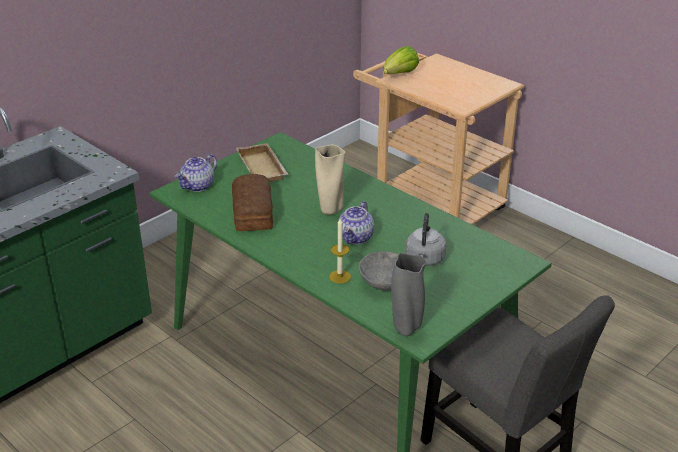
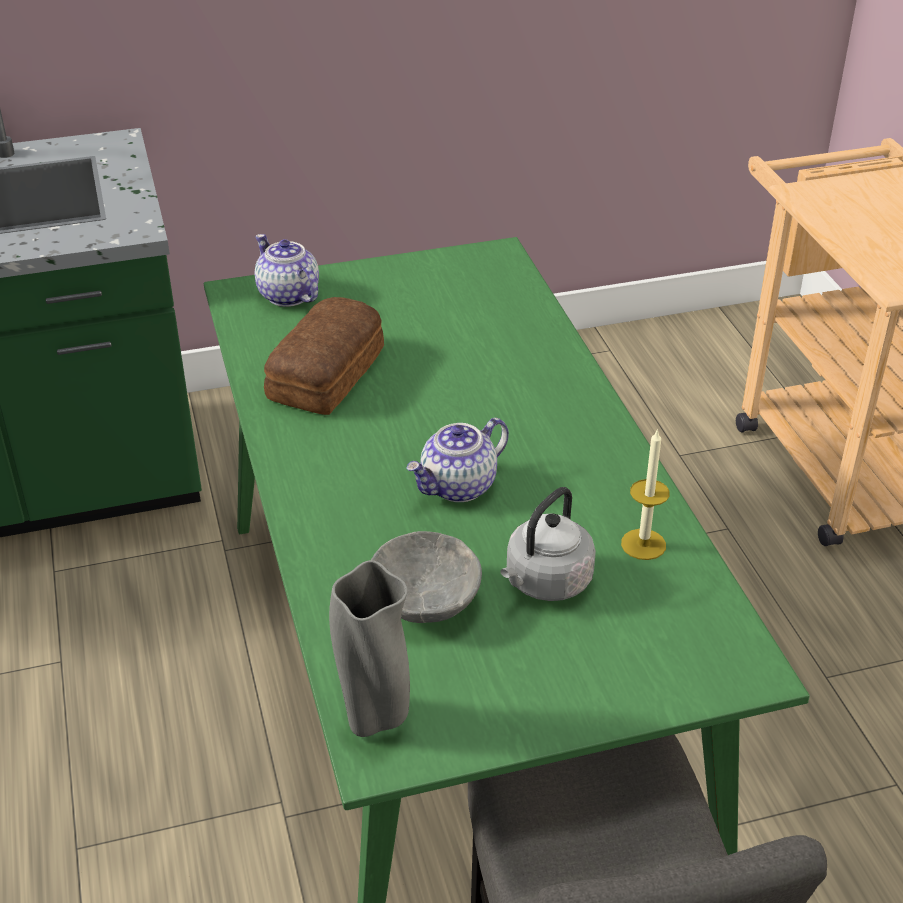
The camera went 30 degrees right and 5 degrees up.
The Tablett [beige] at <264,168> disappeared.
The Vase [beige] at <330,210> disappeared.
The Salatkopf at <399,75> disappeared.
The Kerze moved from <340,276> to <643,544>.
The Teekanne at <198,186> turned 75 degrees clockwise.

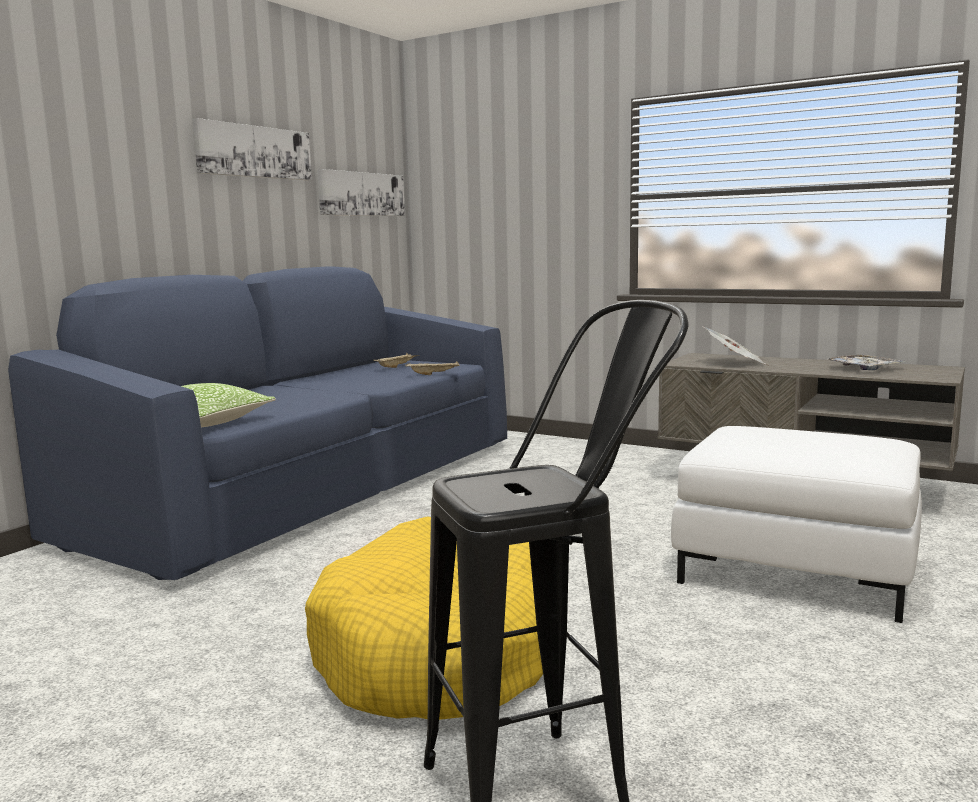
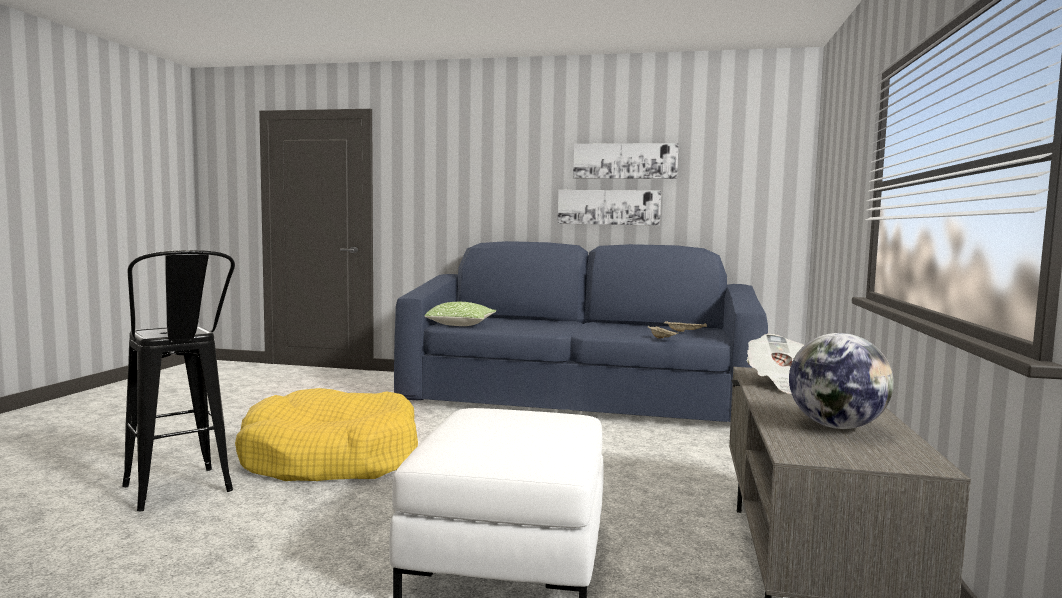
The camera went 70 degrees right and 5 degrees down.
The Bild moved from <361,194> to <608,207>.
The Tablett at <864,368> was replaced by the Globus at <836,426>.

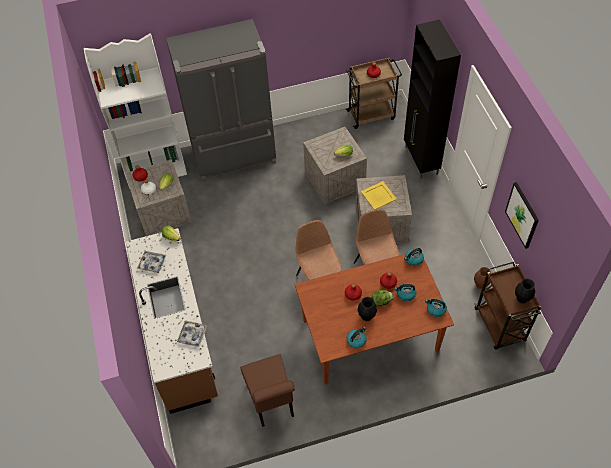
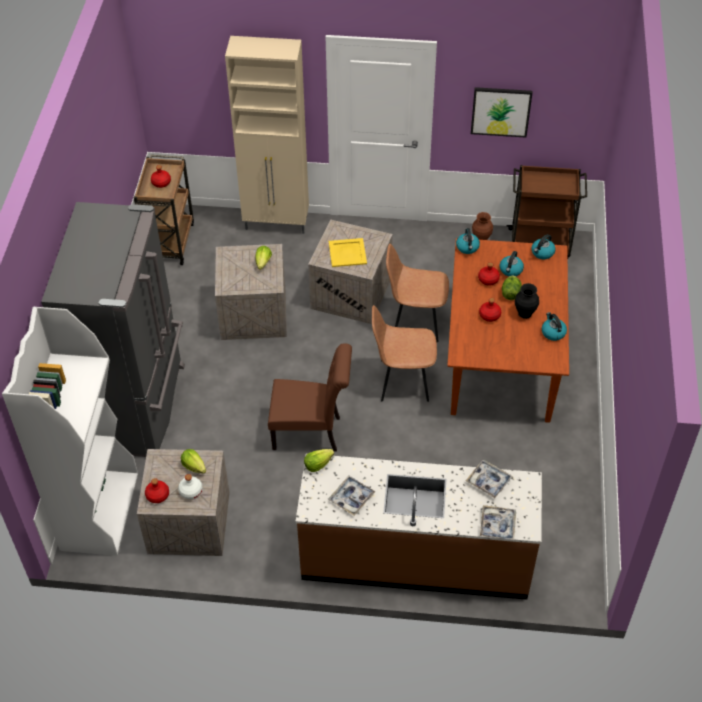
The camera went 70 degrees left and 5 degrees down.
The Vase [schwarz] at <522,298> disappeared.
The Tablett at <497,525> appeared.
The Stuhl [braun] moved from <272,402> to <311,433>.
The Schrank [schwarz] at <421,161> became the Schrank [beige] at <277,223>.

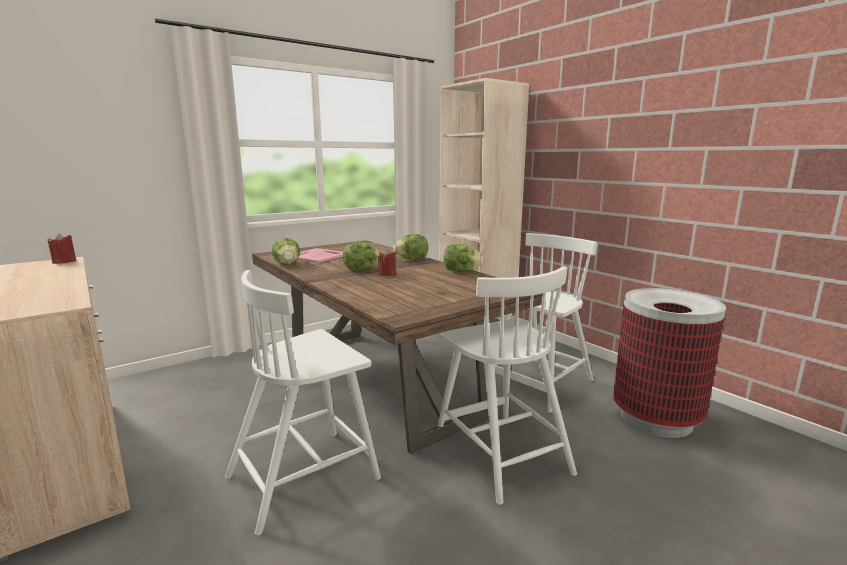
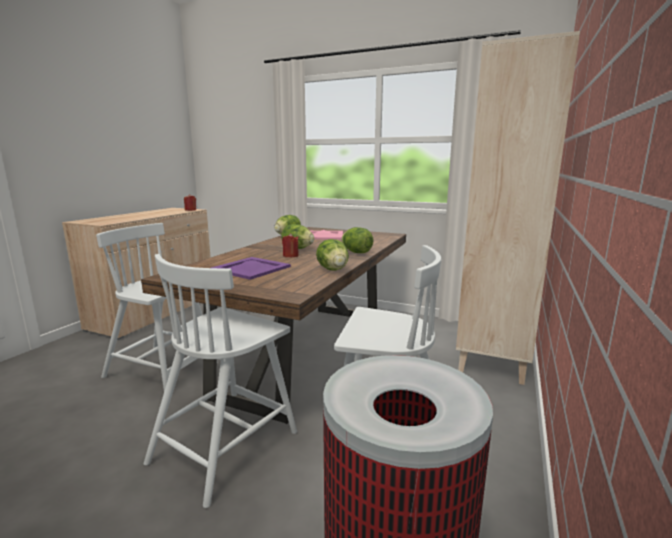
The camera went 60 degrees right and 0 degrees up.
The Tablett [lila] at <251,268> appeared.

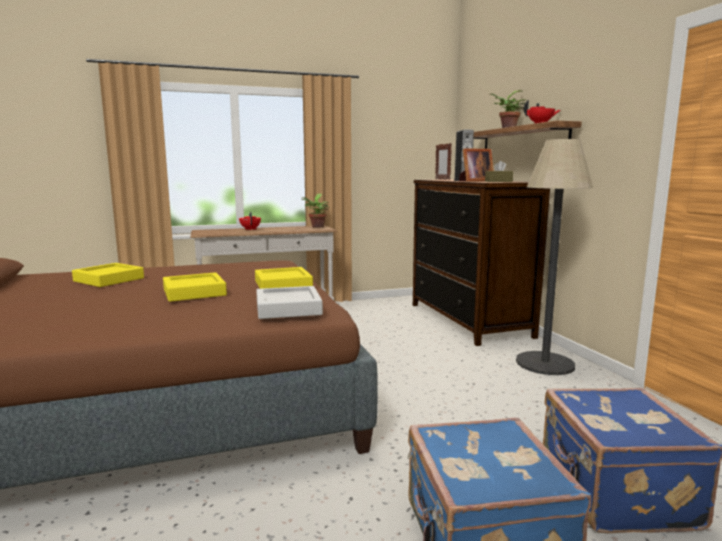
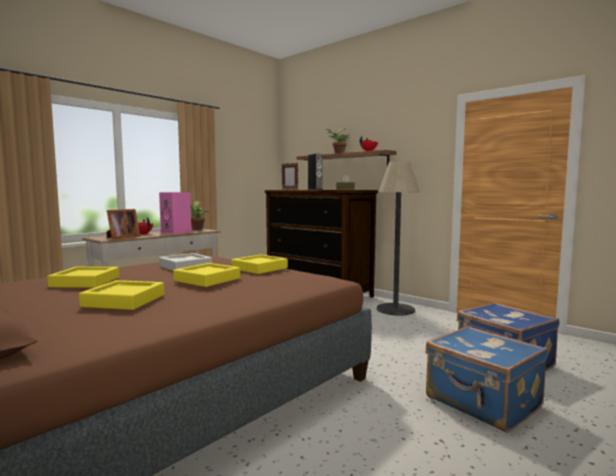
The camera went 30 degrees left and 5 degrees down.
The Tablett [gelb] at <124,300> appeared.
The Lautsprecher [rosa] at <177,232> appeared.
The Tablett [grau] moved from <288,308> to <185,266>.
The Bilderrahmen moved from <475,181> to <122,237>.

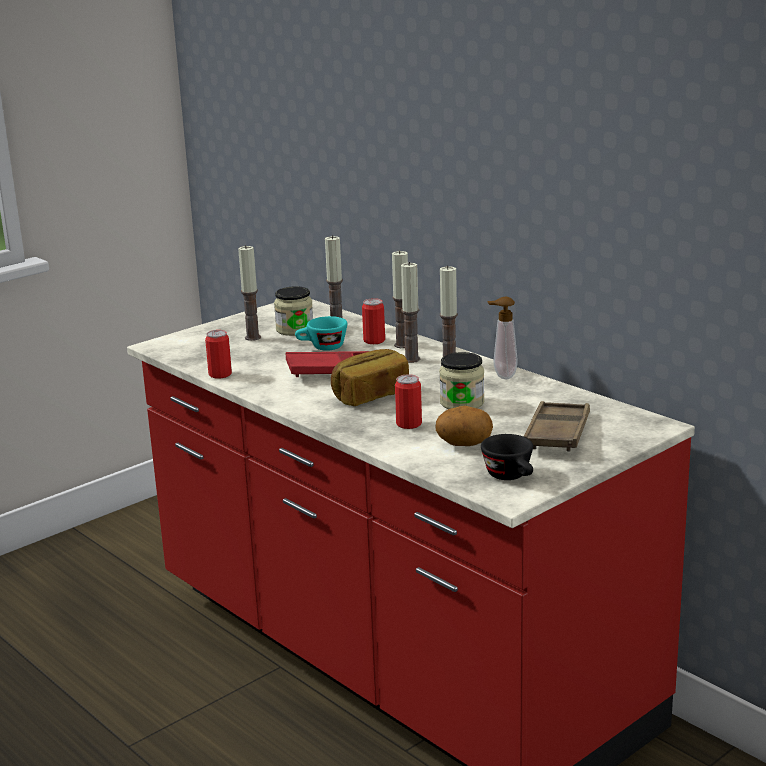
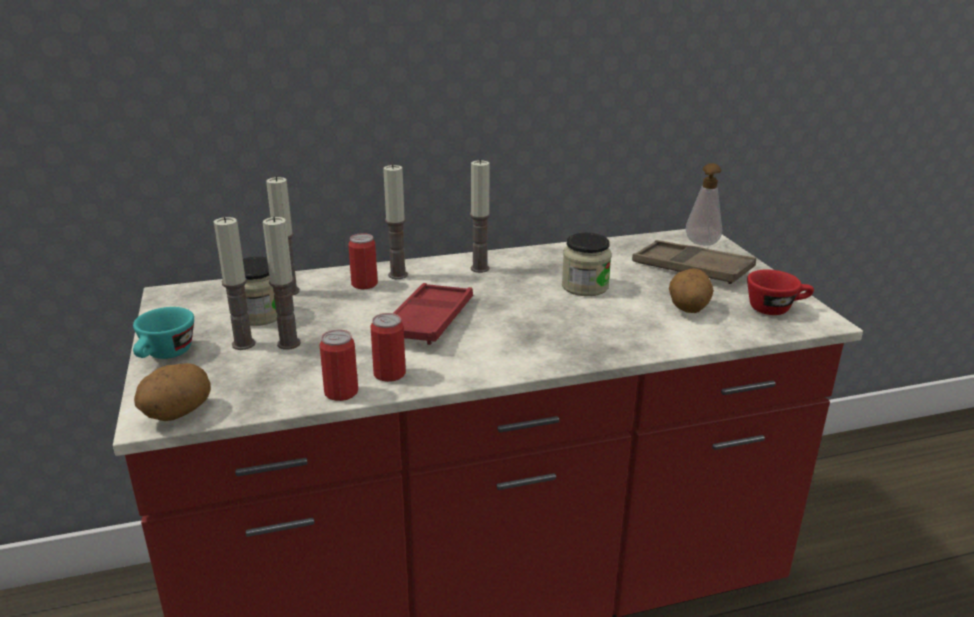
The camera went 65 degrees left and 5 degrees up.
The Brot at <370,395> disappeared.
The Kartoffel at <177,413> appeared.
The Tasse [türkis] moved from <322,348> to <165,355>.
The Dose moved from <409,424> to <389,374>.
The Kerze moved from <411,359> to <288,343>.
The Seifenspender moved from <502,376> to <701,244>.
The Tasse [schwarz] at <511,477> became the Tasse [rot] at <776,308>.

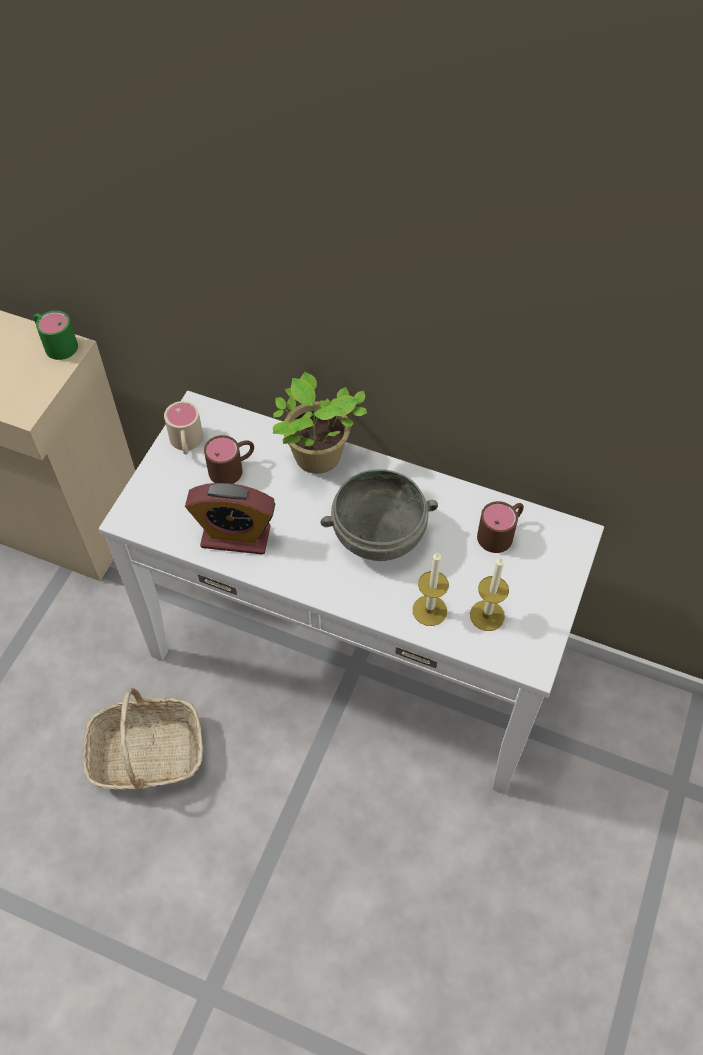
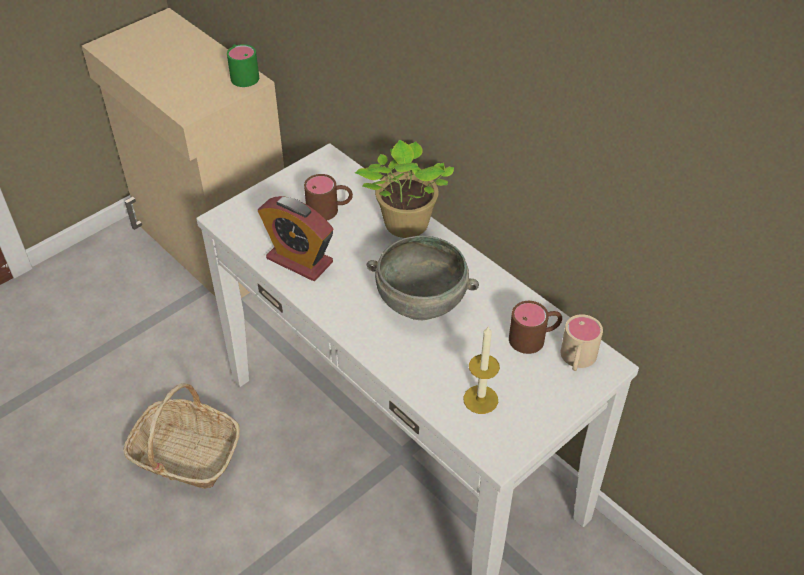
The camera went 25 degrees right and 10 degrees down.
The Kerze at <429,610> disappeared.
The Henkelbecher [beige] moved from <186,443> to <577,360>.

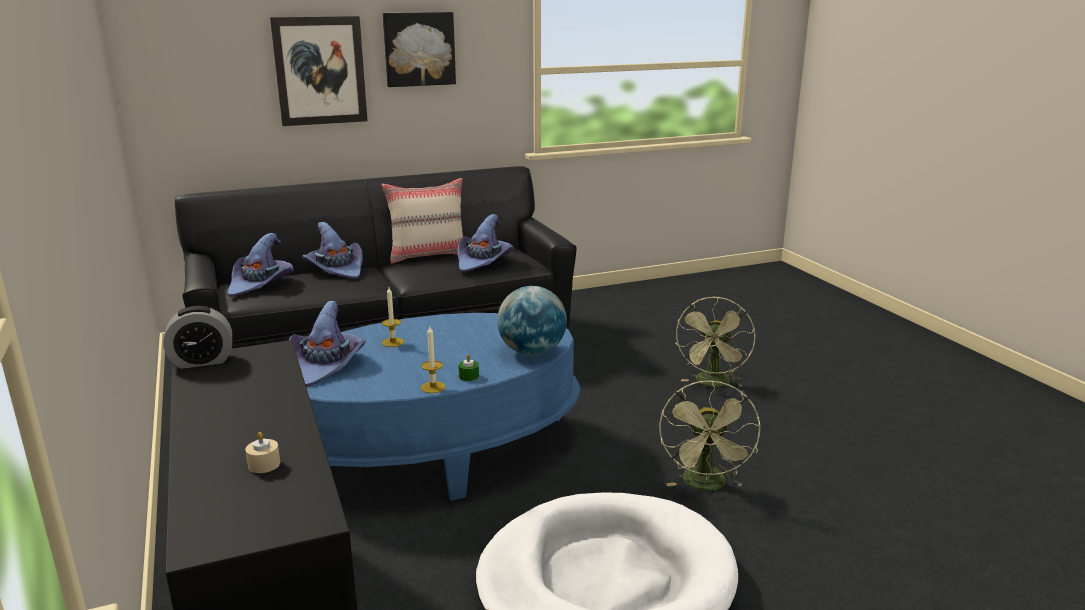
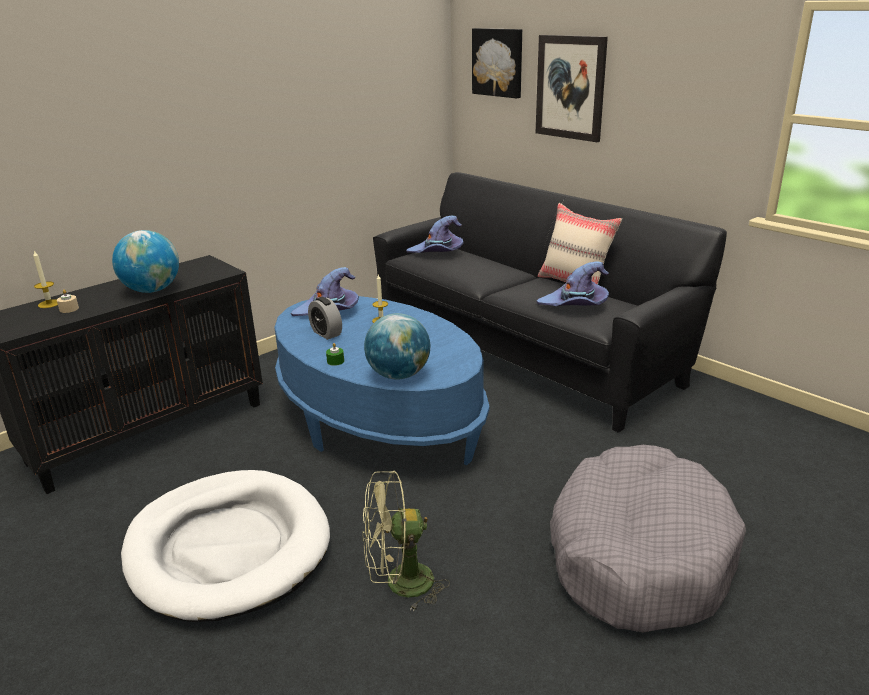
The camera went 70 degrees right and 5 degrees up.
The Hut [lila] at <336,269> disappeared.
The Globus at <152,290> appeared.
The Wecker moved from <202,361> to <326,333>.
The Bild moved from <419,49> to <498,62>.
The Kerze moved from <433,387> to <49,304>.
The Ventilator [grün] at <713,384> was replaced by the Hundebett [grau] at <638,554>.

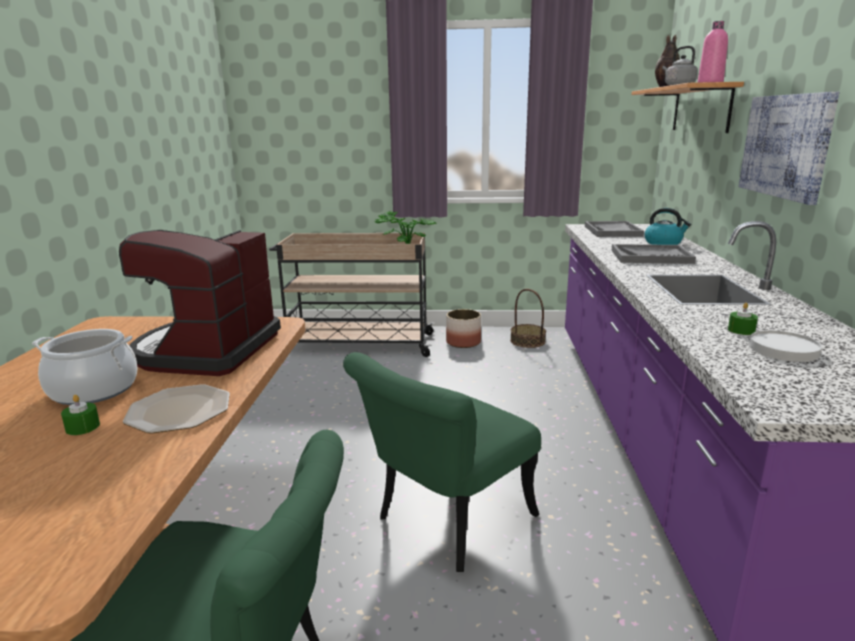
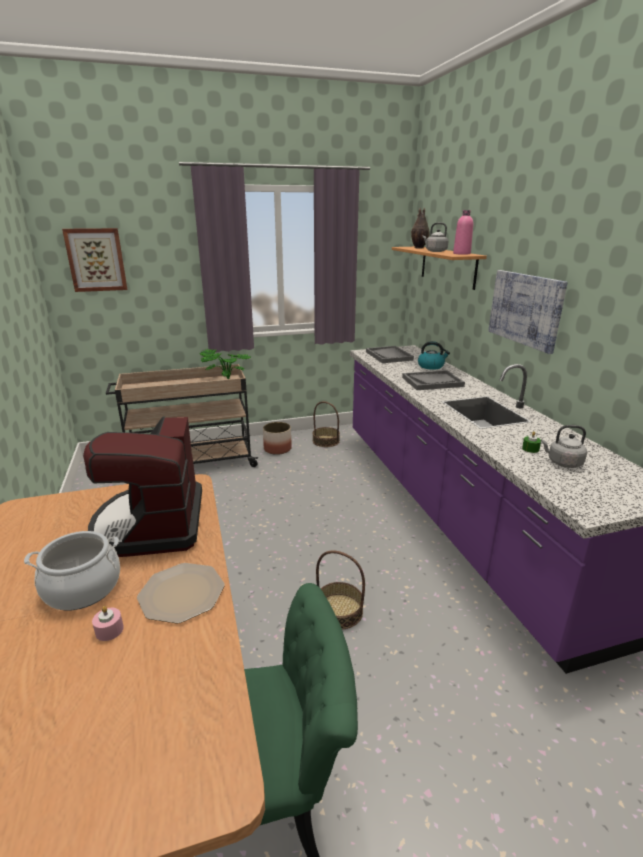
The camera went 20 degrees left and 5 degrees up.
The Bild at <96,260> appeared.
The Stuhl [grün] at <445,524> was replaced by the Korb at <339,611>.
The Teller [weiß] at <783,349> was replaced by the Wasserkessel [grau] at <562,463>.
The Kerze [grün] at <82,427> became the Kerze [rosa] at <109,630>.

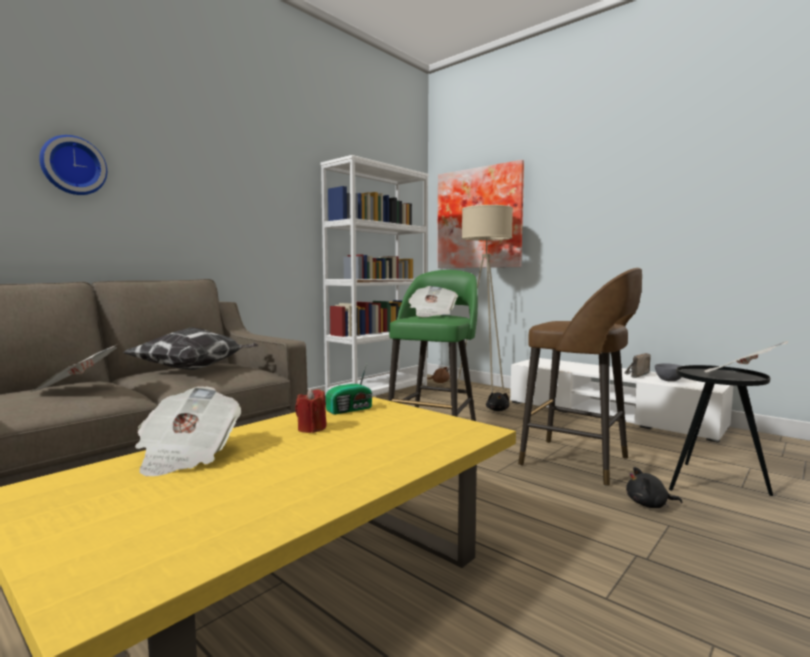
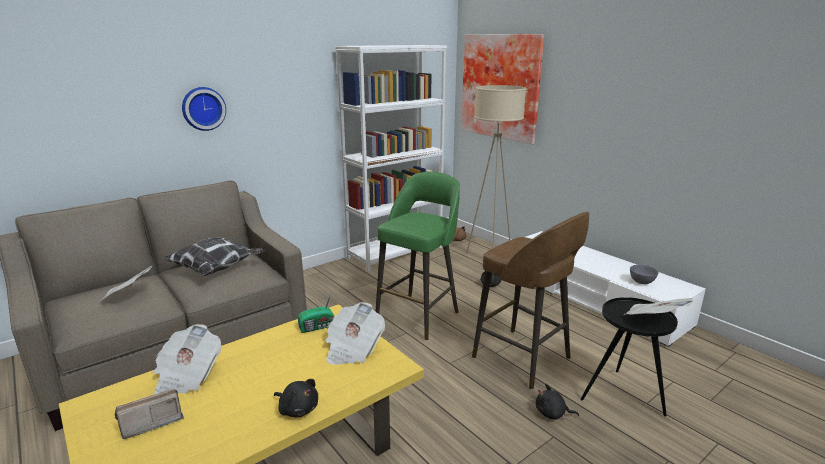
The camera went 10 degrees right and 15 degrees up.
The Kerze [rot] at <311,428> disappeared.
The Plüschtier [schwarz] at <297,409> appeared.
The Wanduhr moved from <73,166> to <203,108>.
The Zeitung moved from <431,315> to <353,348>.
The Radio moved from <634,375> to <150,423>.

